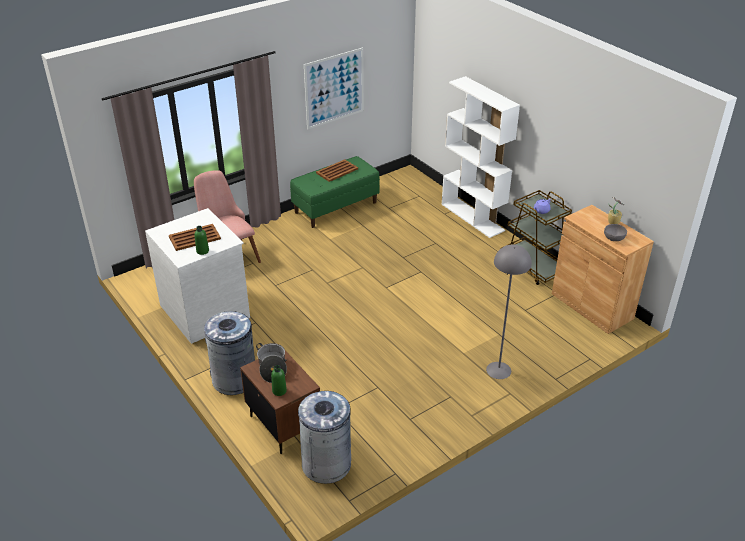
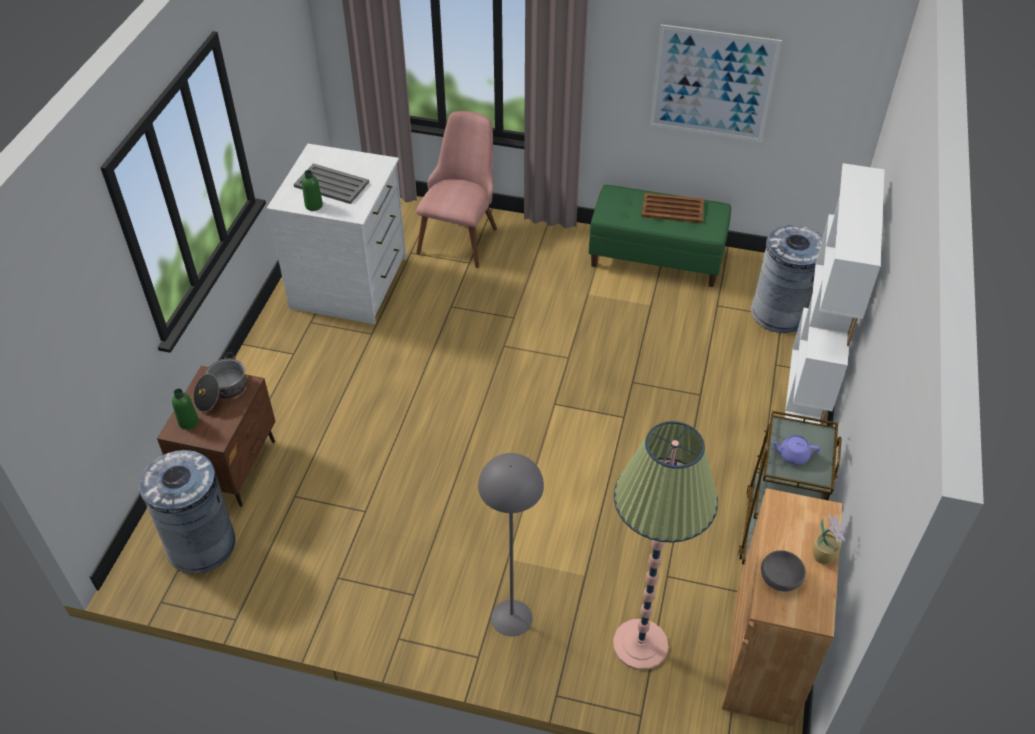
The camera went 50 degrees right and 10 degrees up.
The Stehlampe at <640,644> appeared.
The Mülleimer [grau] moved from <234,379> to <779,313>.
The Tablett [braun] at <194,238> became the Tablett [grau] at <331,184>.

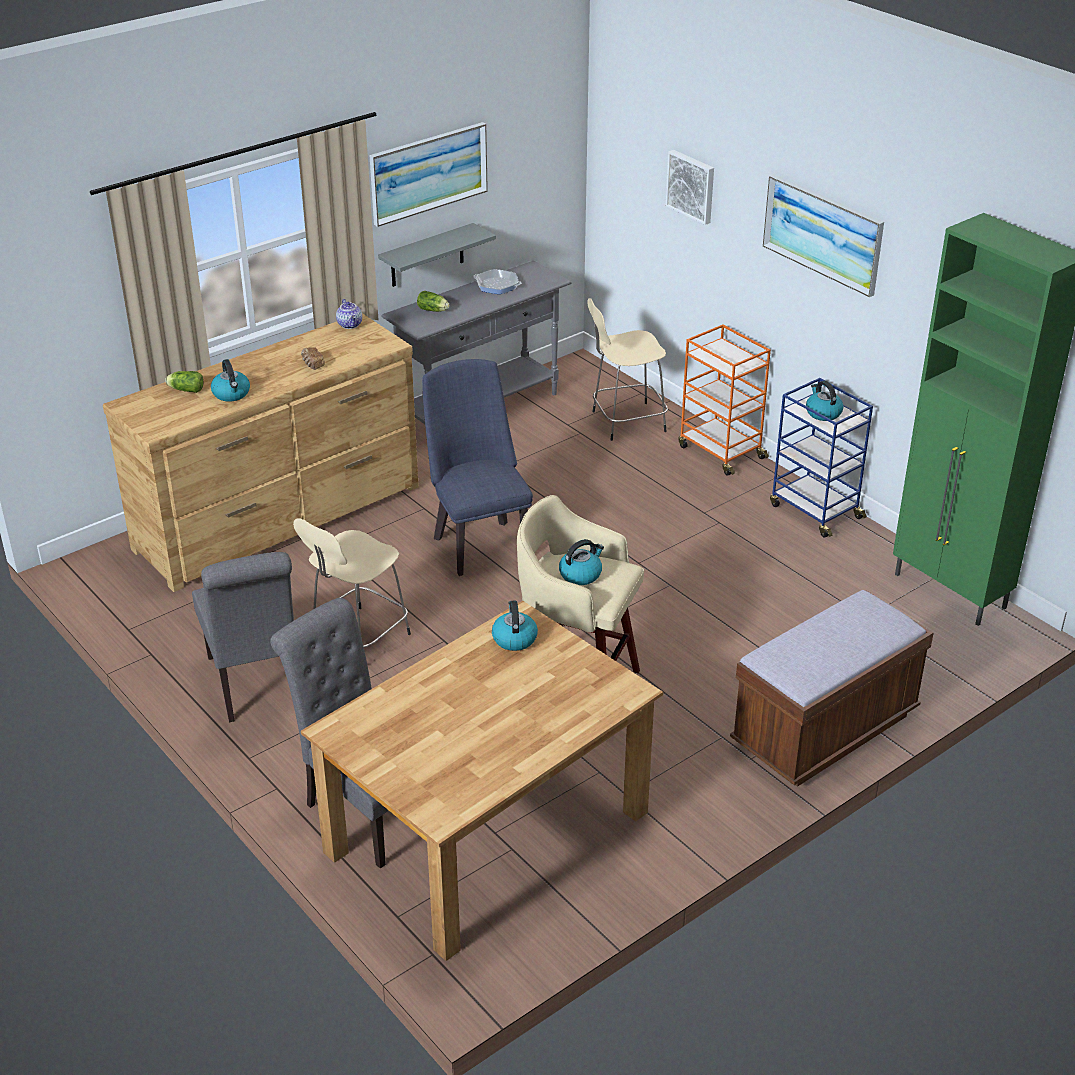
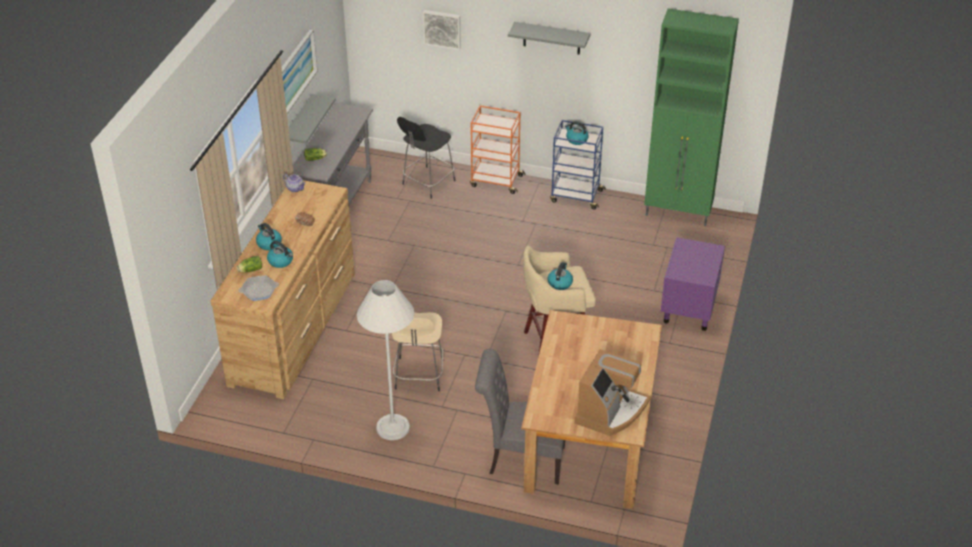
The camera went 35 degrees left and 5 degrees up.
The Stuhl [blau] at <478,543> disappeared.
The Kaffeemaschine at <610,411> appeared.
The Pfanne moved from <497,285> to <259,291>.
The Wasserkessel moved from <514,638> to <268,243>.
The Stuhl [grau] at <256,686> was replaced by the Stehlampe [weiß] at <393,427>.
The Bank [braun] at <825,730> was replaced by the Nachttisch [lila] at <688,312>.
The Bild at <823,233> was replaced by the Wandregal [grau] at <551,38>.
The Hocker [beige] at <626,422> became the Hocker [schwarz] at <427,183>.

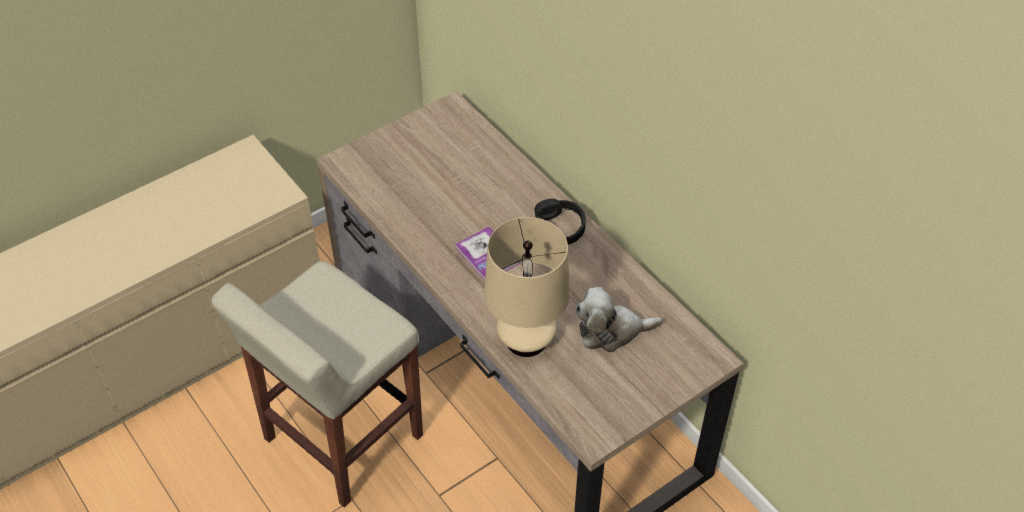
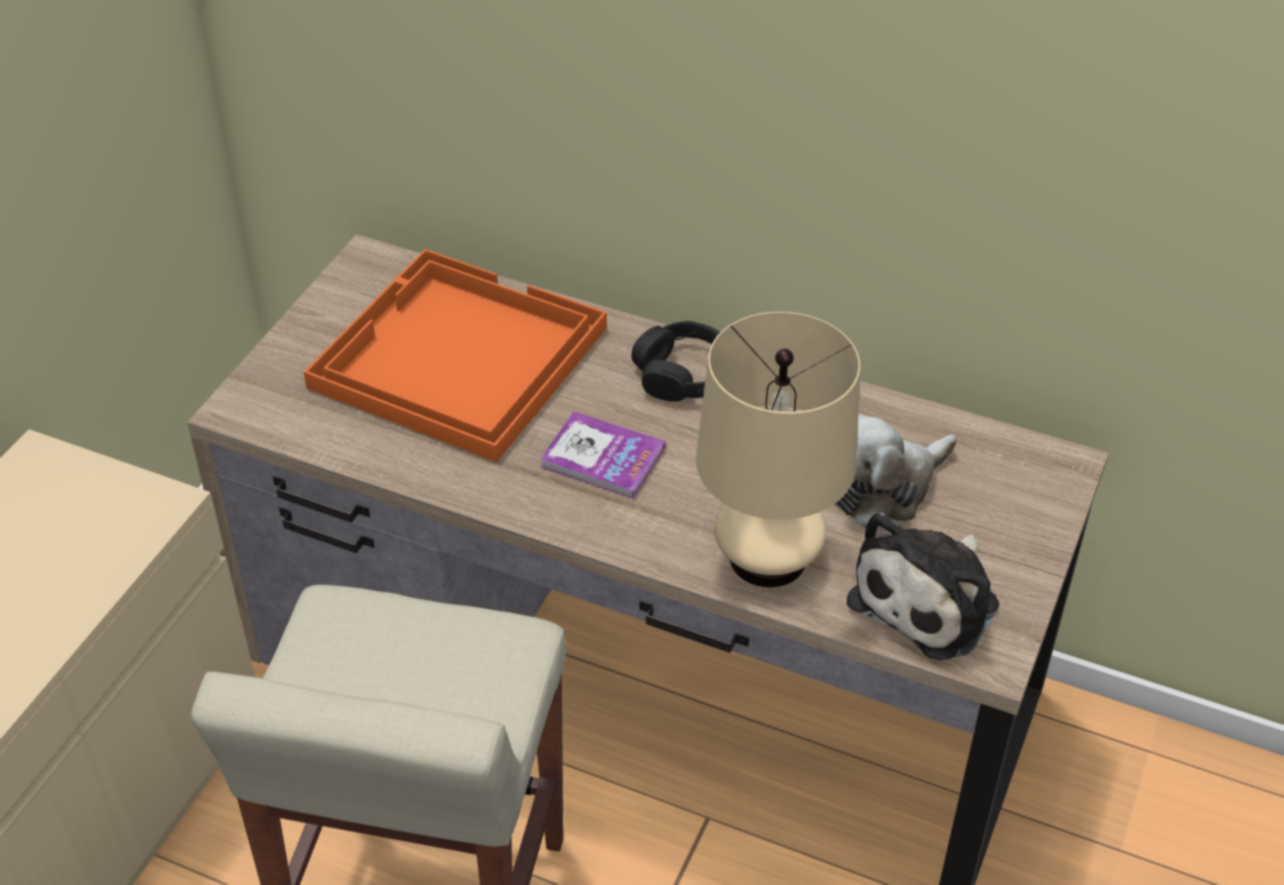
The camera went 30 degrees left and 5 degrees down.
The Tablett [orange] at <456,358> appeared.
The Plüschtier at <930,600> appeared.

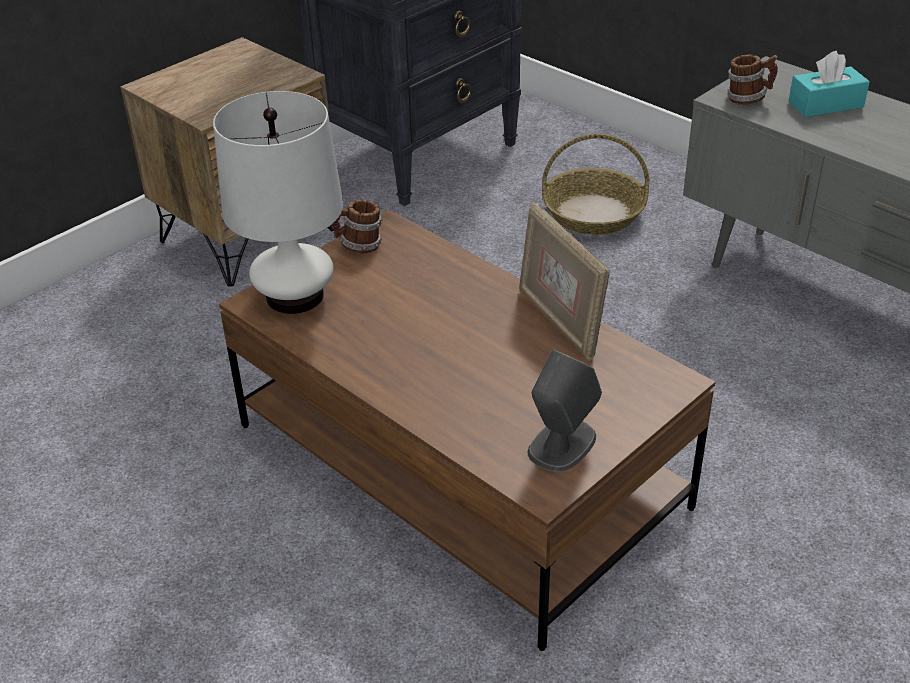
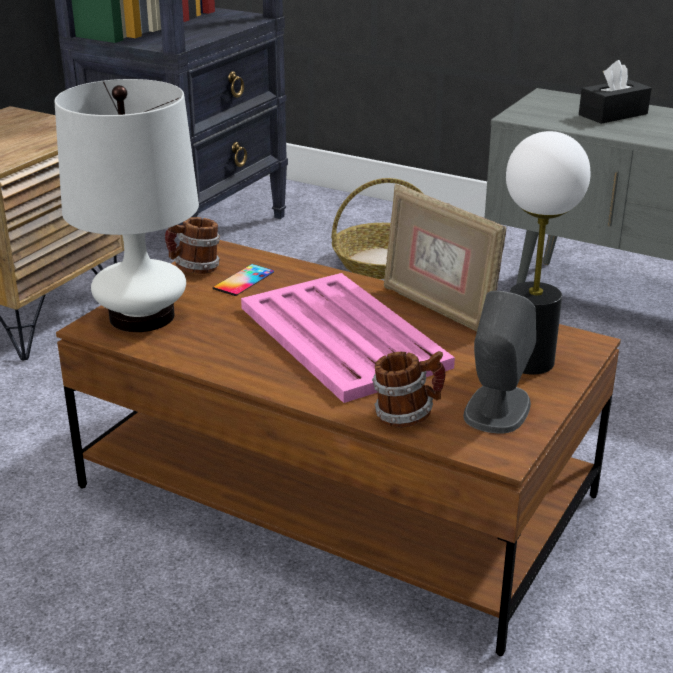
The camera went 15 degrees left and 10 degrees down.
The Handy at <243,280> appeared.
The Tablett [rosa] at <341,335> appeared.
The Tischlampe at <529,362> appeared.
The Henkelbecher moved from <748,99> to <406,416>.
The Taschentuchbox [türkis] at <825,104> became the Taschentuchbox [schwarz] at <613,114>.

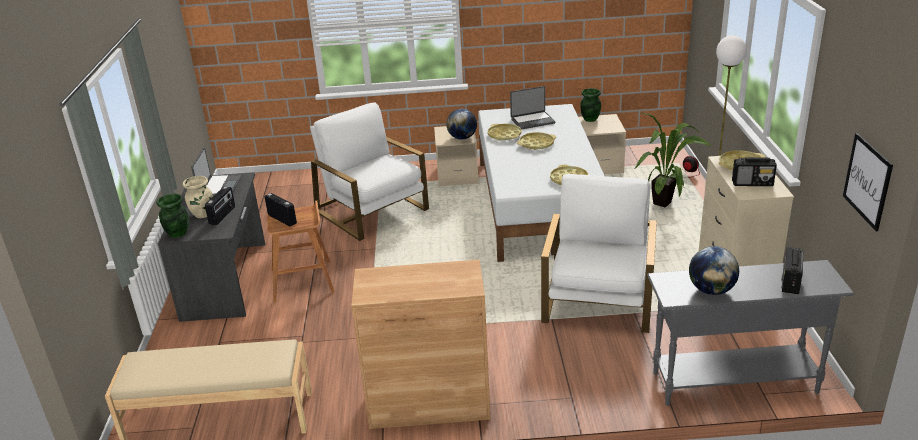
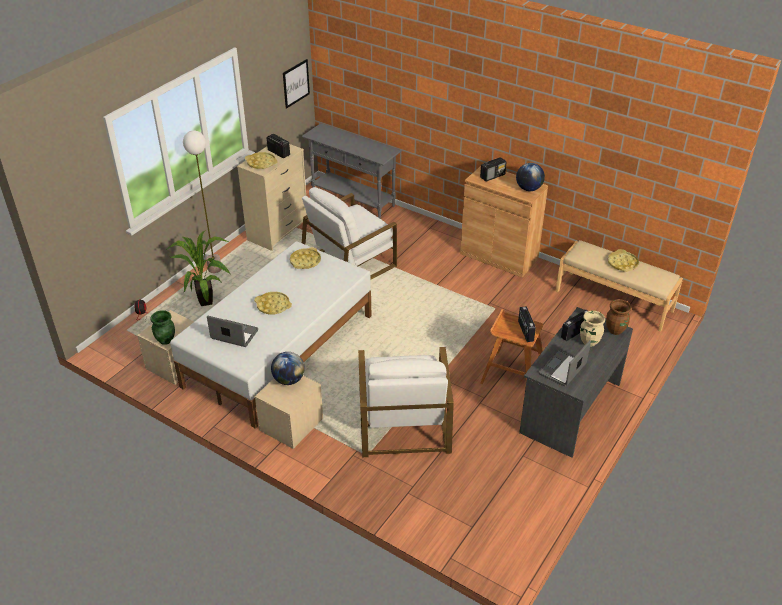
The camera went 145 degrees left and 10 degrees up.
The Tablett [gelb] moved from <504,135> to <622,263>.
The Globus moved from <711,290> to <528,189>.
The Radio moved from <790,282> to <492,176>.
The Vase [grün] at <177,234> became the Vase [braun] at <615,330>.

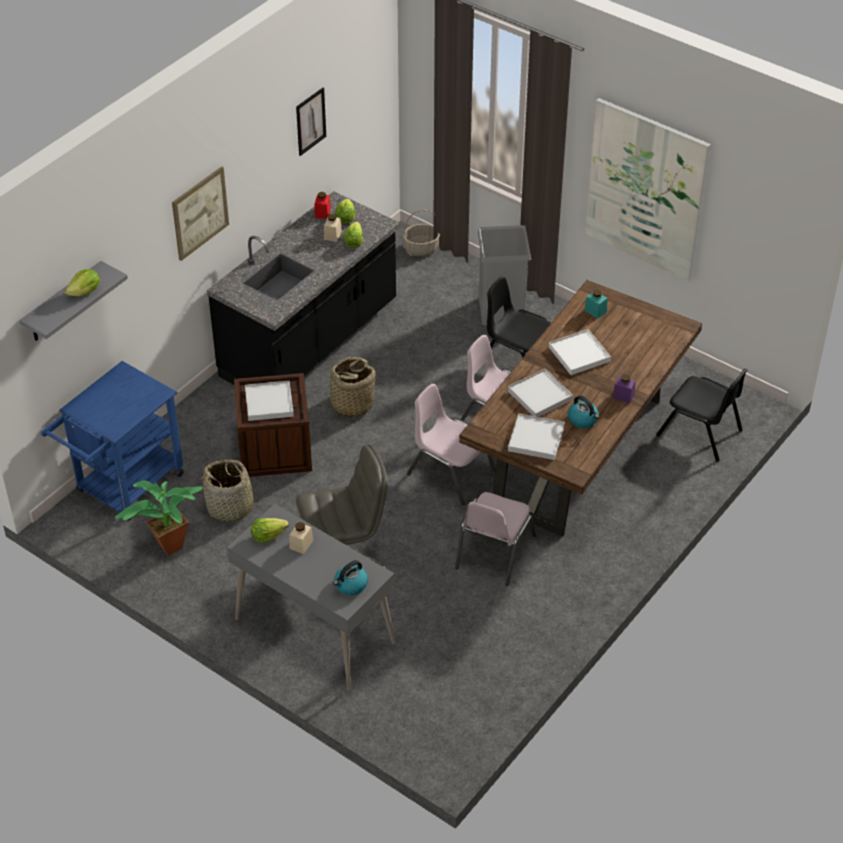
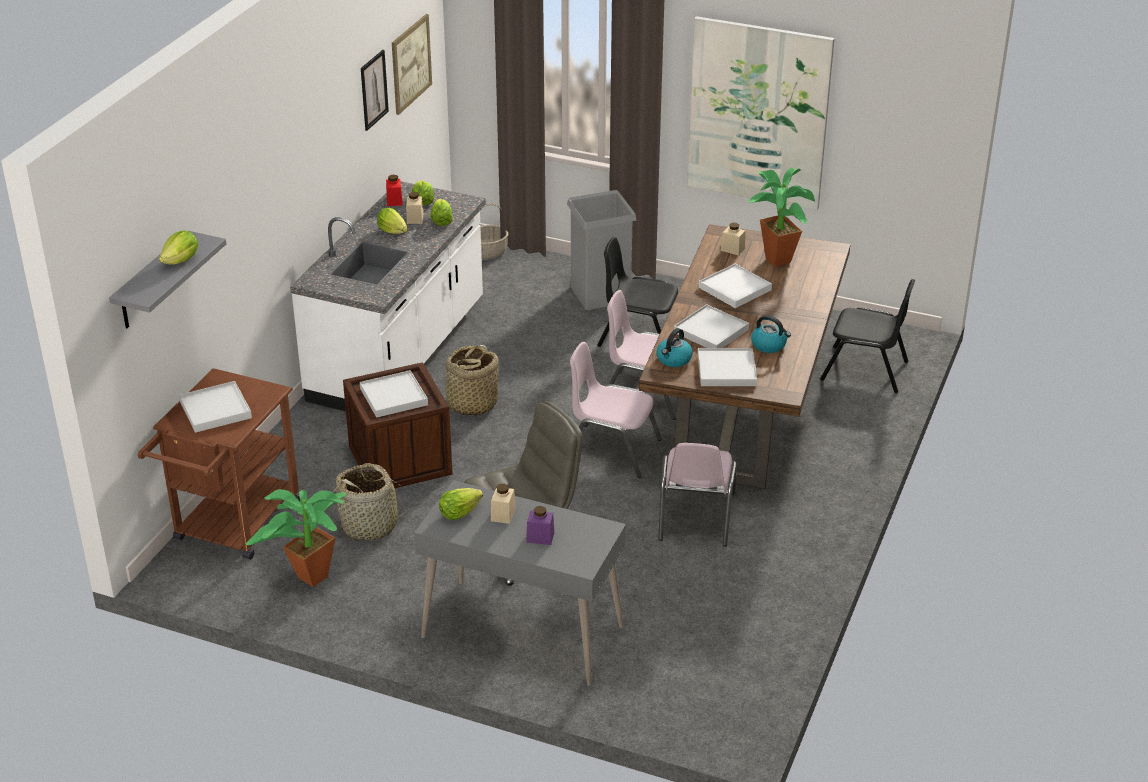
The camera went 15 degrees left and 10 degrees down.
The Tablett [weiß] at <215,410> appeared.
The Salatkopf at <393,231> appeared.
The Topfpflanze at <778,257> appeared.
The Bild moved from <200,213> to <411,63>.
The Wasserkessel moved from <350,585> to <674,359>.
The Vorratsglas [lila] moved from <623,396> to <540,537>.
The Rollwagen [blau] at <124,487> became the Rollwagen [braun] at <232,527>.
The Küchenzeile [schwarz] at <310,341> became the Küchenzeile [weiß] at <399,353>.
The Vorratsglas [türkis] at <595,311> became the Vorratsglas [beige] at <732,249>.

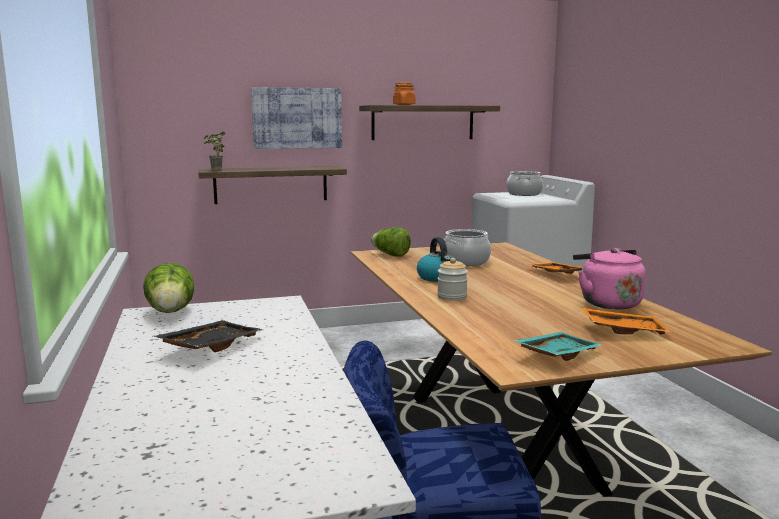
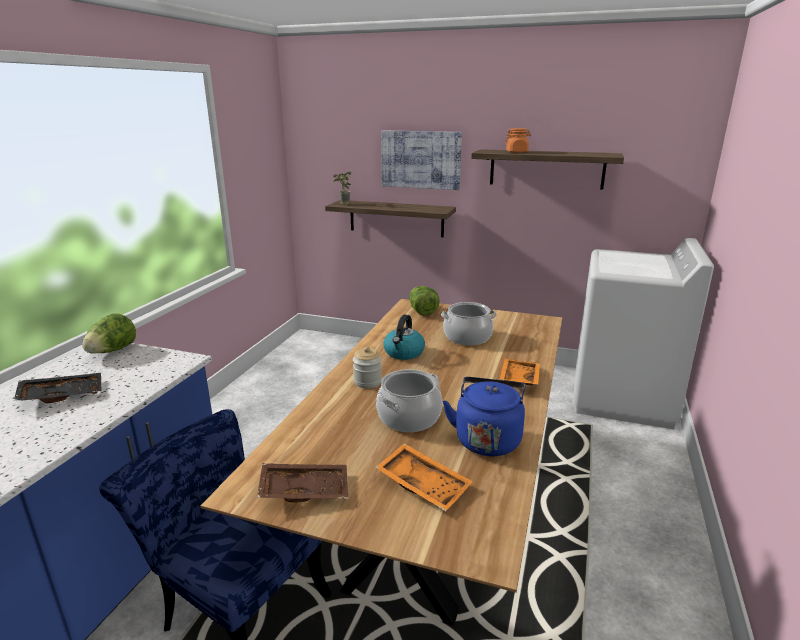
The camera went 35 degrees right and 10 degrees up.
The Kochtopf moved from <523,194> to <409,417>.
The Tablett [türkis] at <556,354> became the Tablett [braun] at <305,489>.
The Wasserkessel [rosa] at <607,303> became the Wasserkessel [blau] at <487,439>.

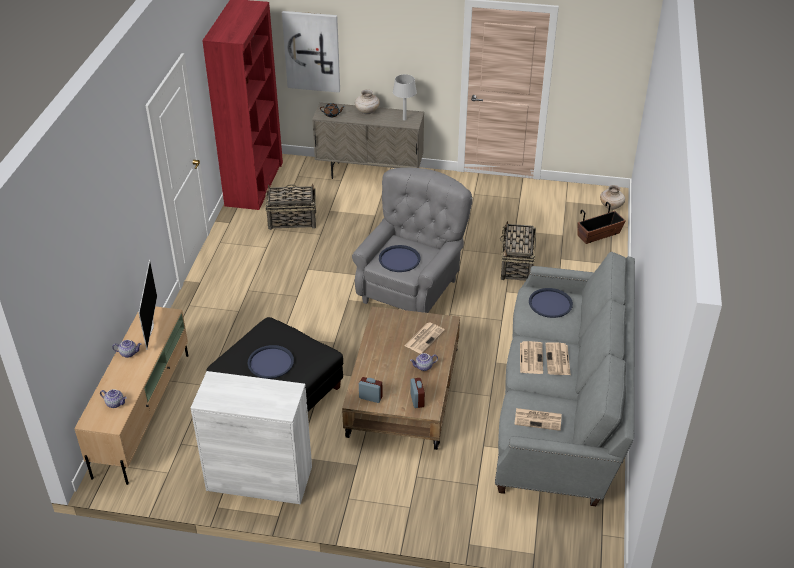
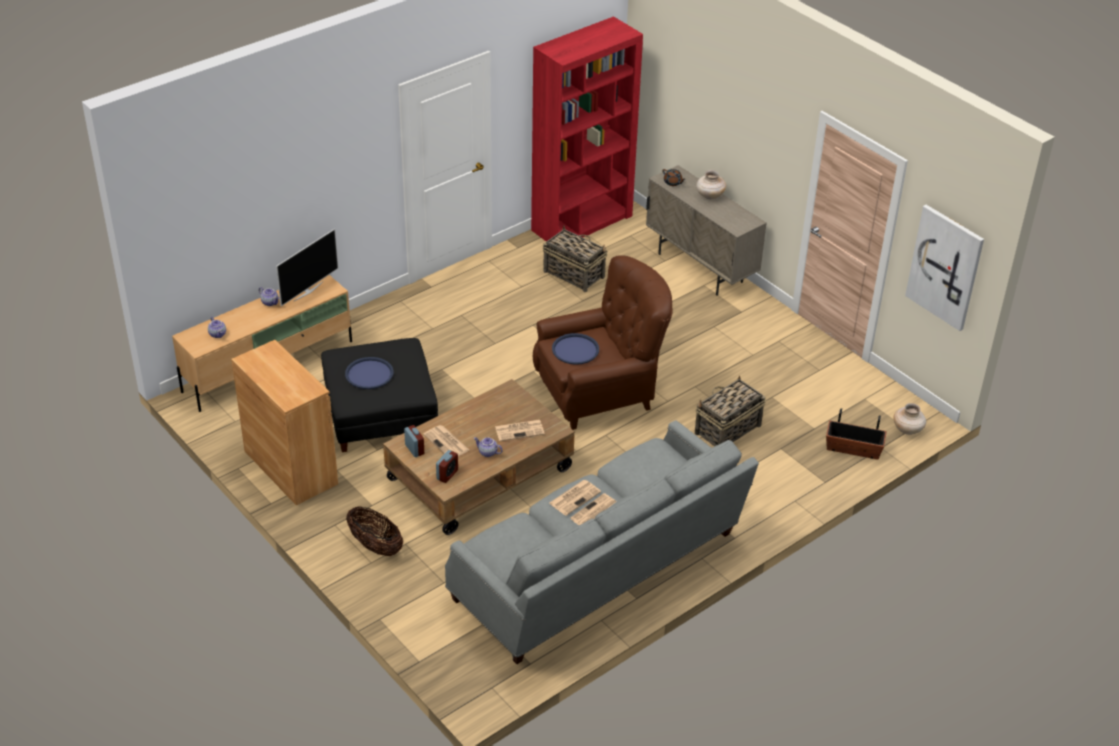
The camera went 40 degrees right and 0 degrees up.
The Tischlampe [grau] at <404,119> disappeared.
The Tablett [blau] at <550,303> disappeared.
The Korb at <375,546> appeared.
The Bild moved from <312,51> to <945,267>.
The Zeitung moved from <538,419> to <447,443>.
The Schrank [weiß] at <259,478> became the Schrank [braun] at <291,467>.
The Sessel [grau] at <412,288> became the Sessel [braun] at <601,394>.

